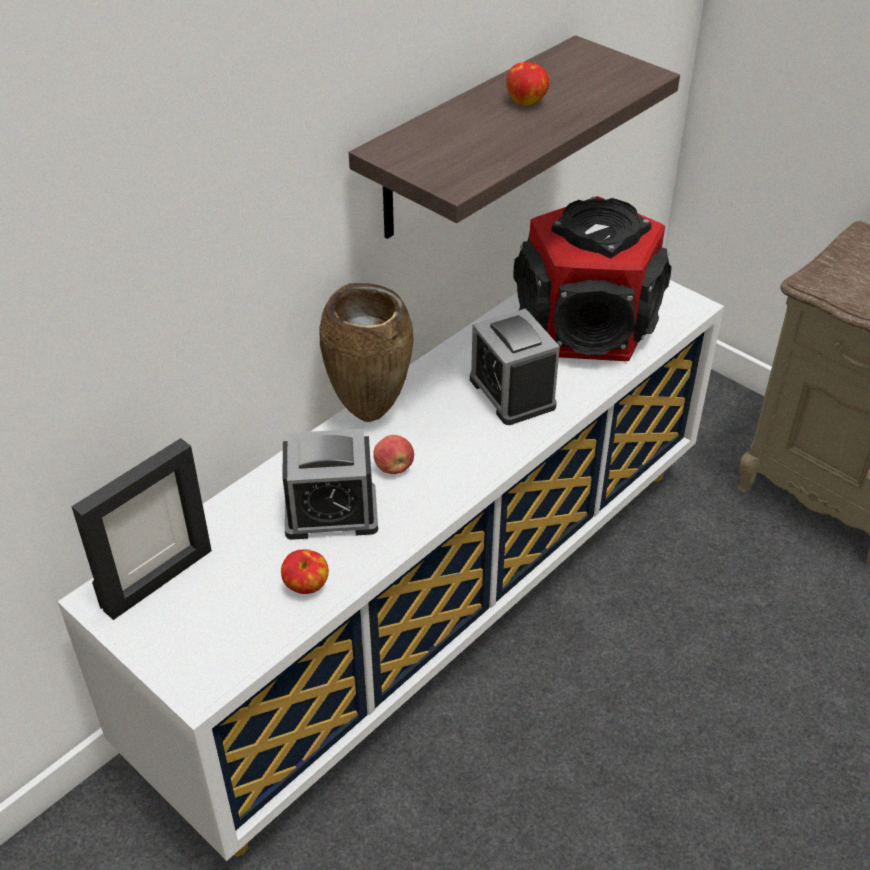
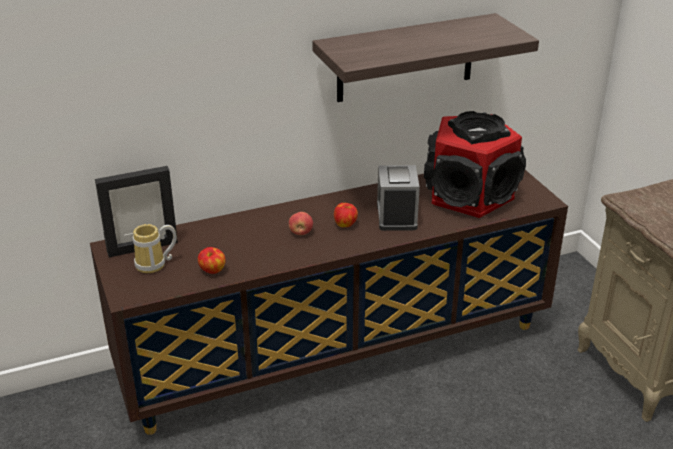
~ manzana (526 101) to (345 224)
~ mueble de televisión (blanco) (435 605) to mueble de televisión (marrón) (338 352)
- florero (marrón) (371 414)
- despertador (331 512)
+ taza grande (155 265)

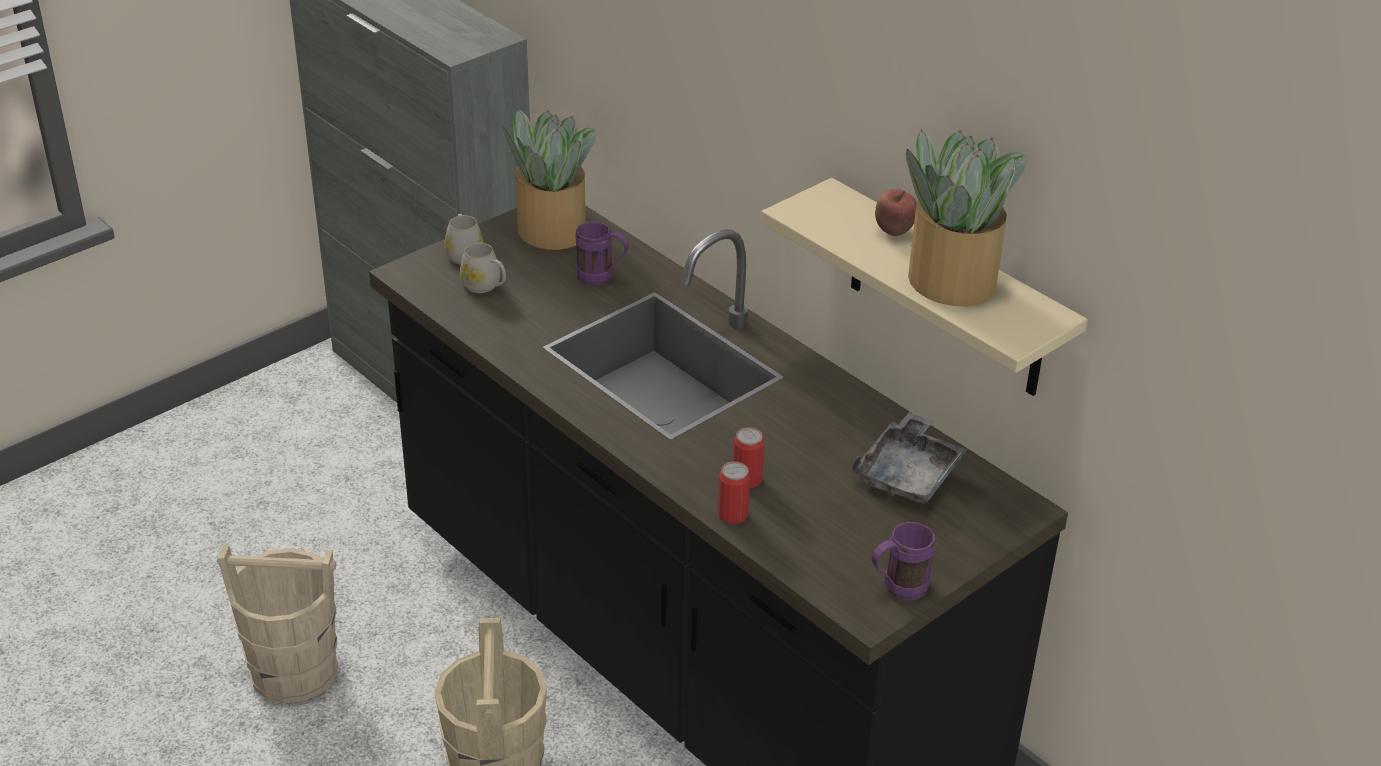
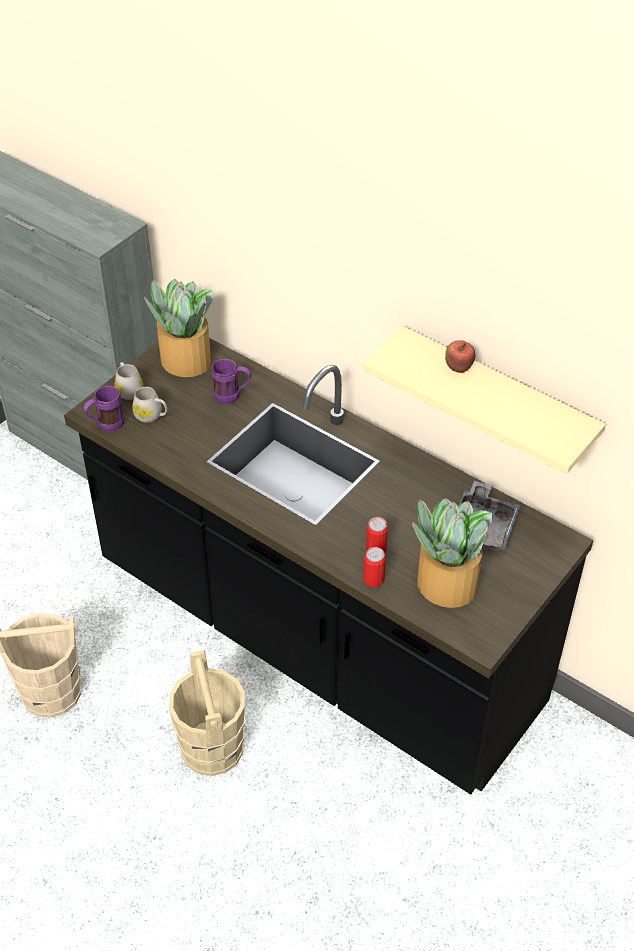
~ planta en maceta (950 280) to (445 583)
~ taza grande (morado) (897 589) to (105 426)

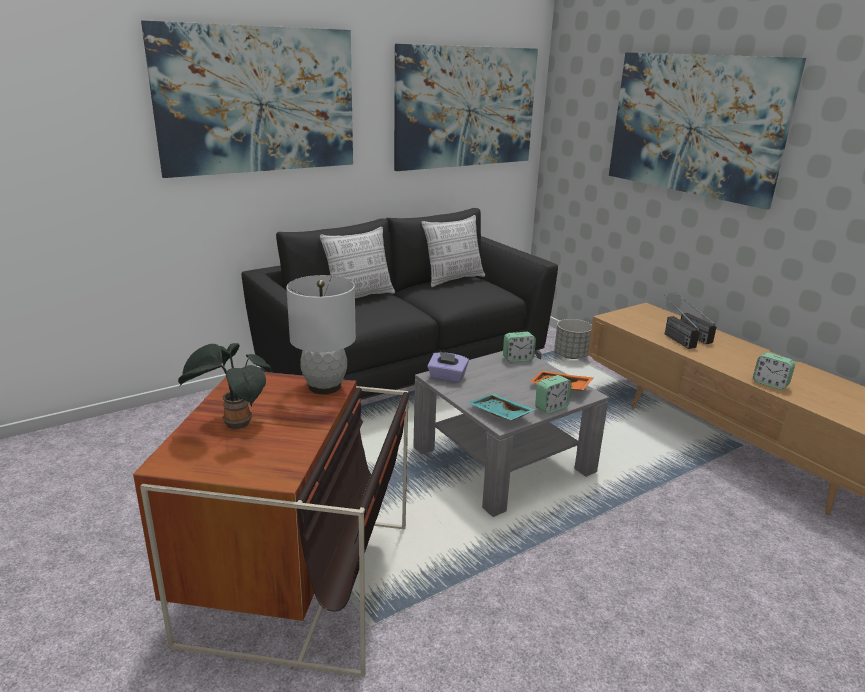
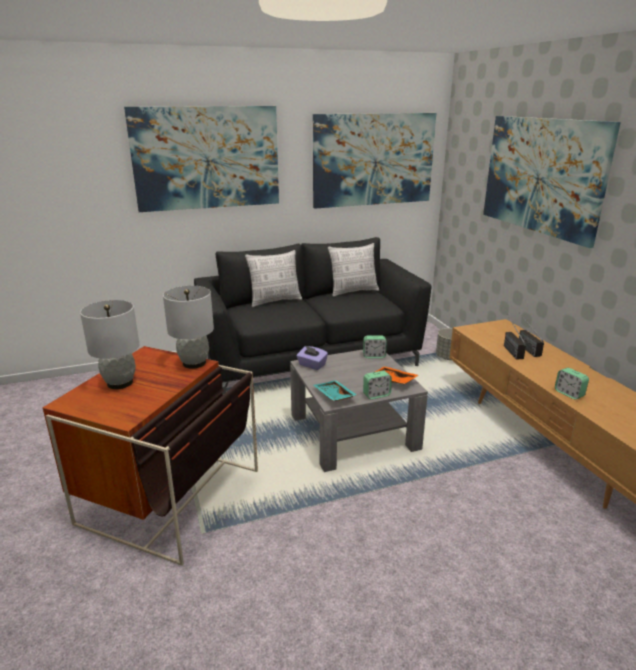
~ planta en maceta (234 424) to lámpara de mesa (blanco) (120 383)

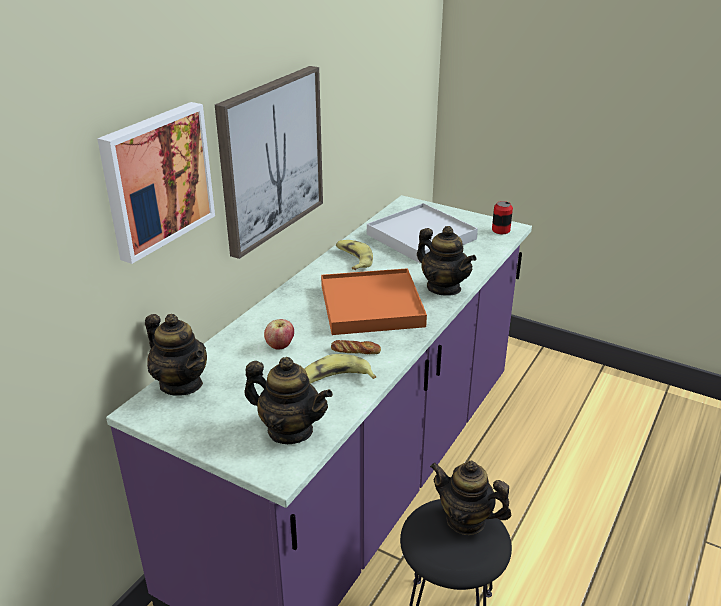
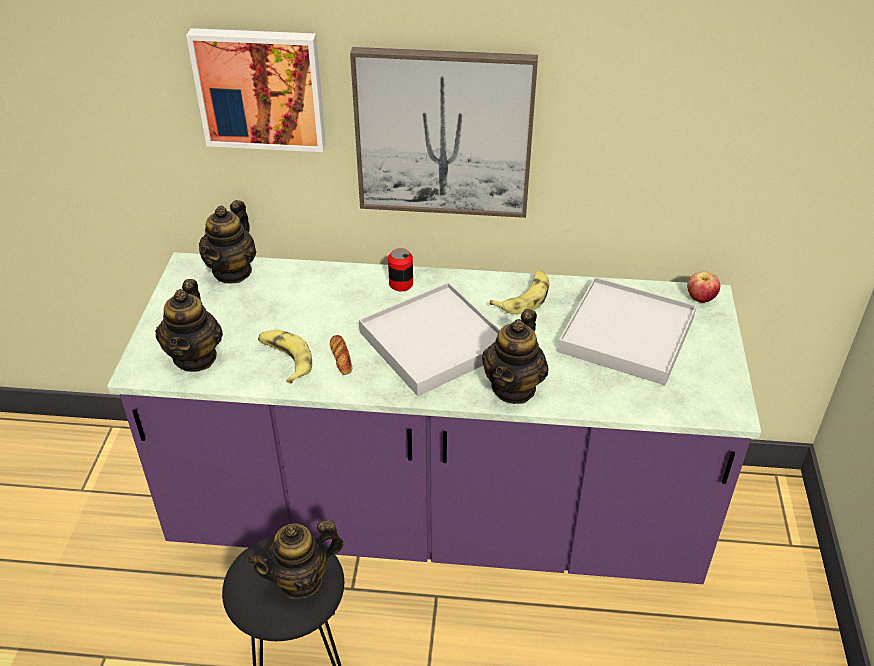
~ lata (500 230) to (401 284)
~ bandeja (naranja) (371 306) to bandeja (blanco) (433 342)
~ manzana (280 346) to (700 299)
~ tetera (466 520) = (300 580) 120 degrees counterclockwise

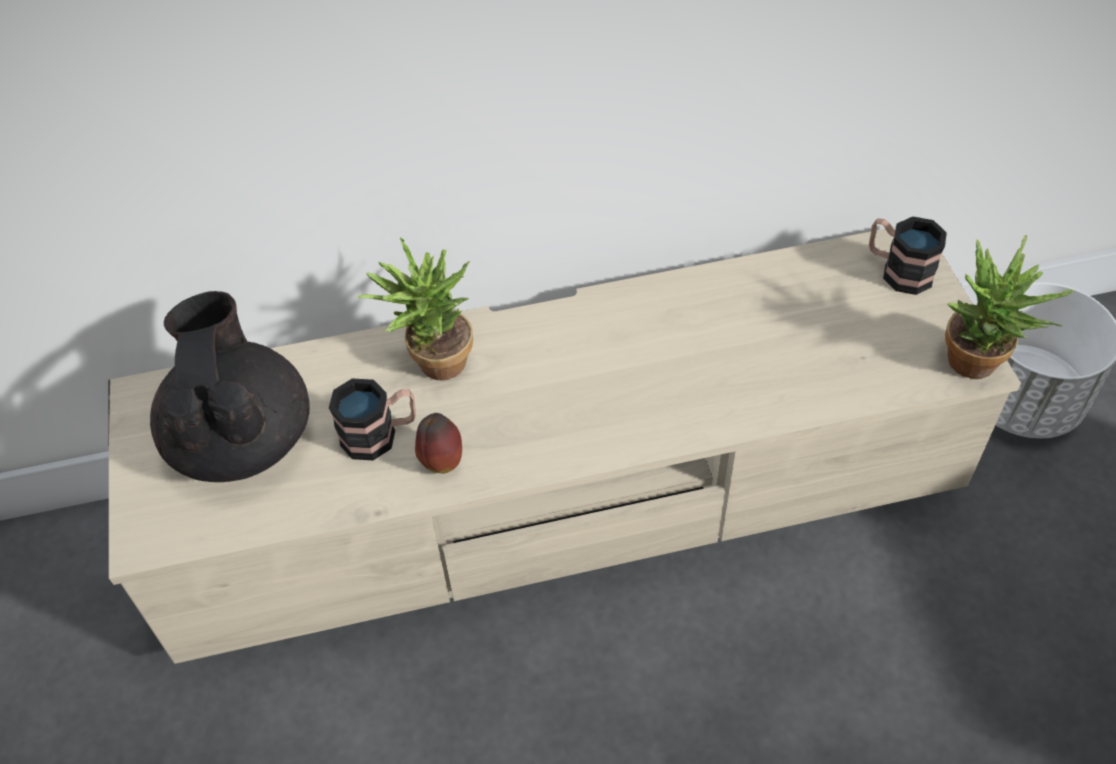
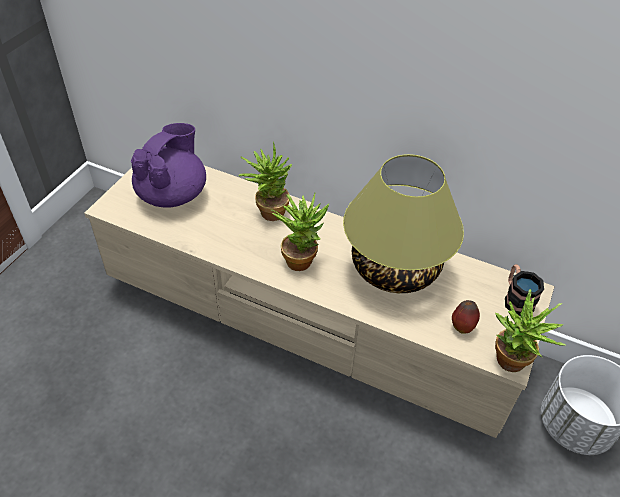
~ tetera (negro) (242 438) to tetera (morado) (173 194)
- taza grande (380 434)
~ manzana (441 460) to (462 326)
+ lámpara de mesa (395 267)
+ planta en maceta (301 258)

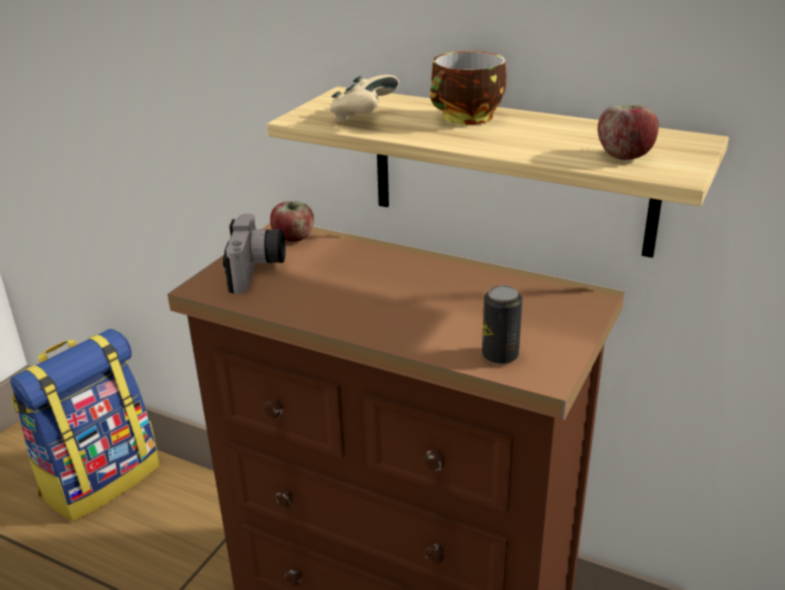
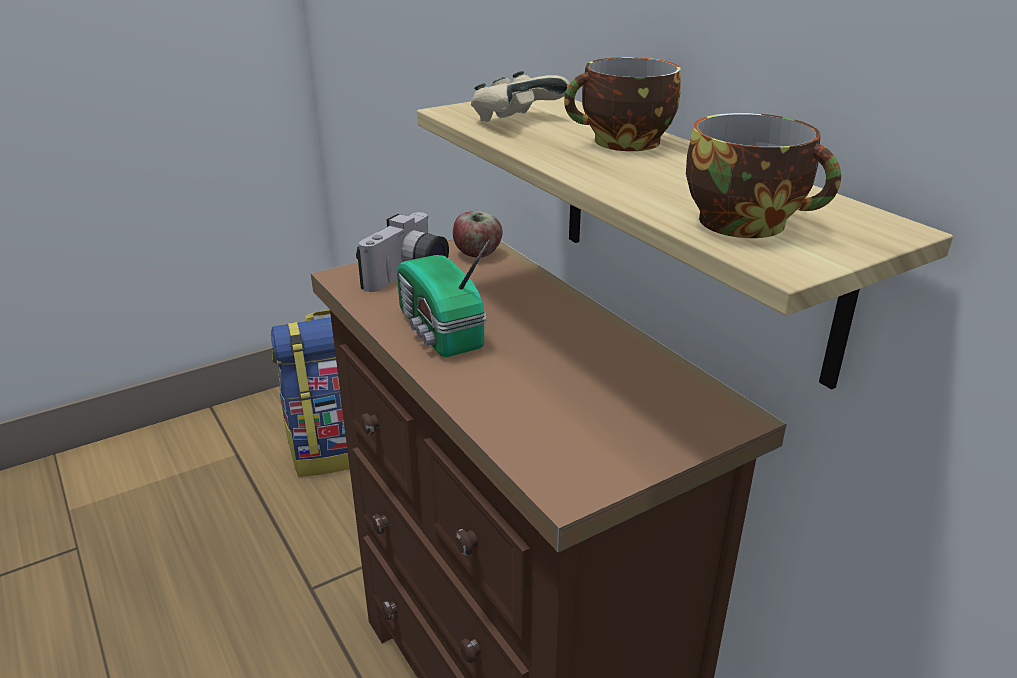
~ manzana (625 155) to taza (749 223)
- lata (500 355)
+ radio (439 331)

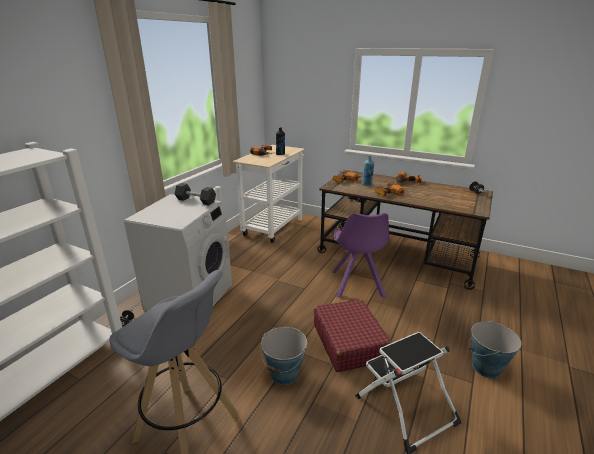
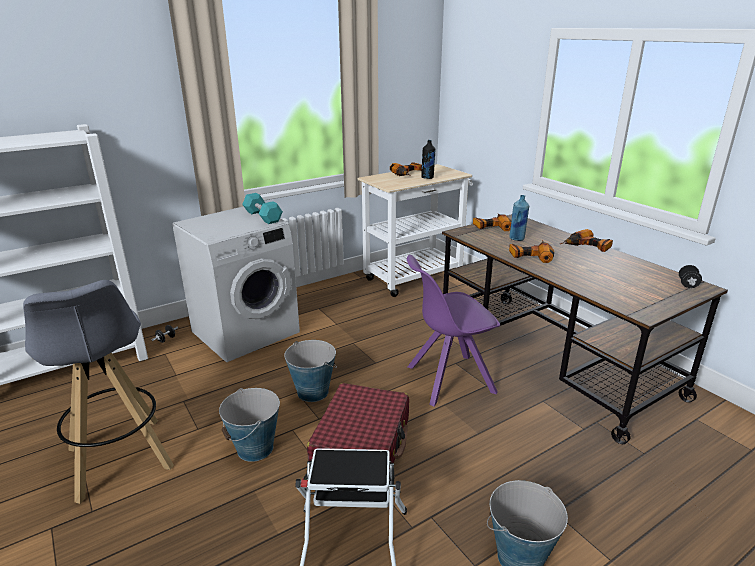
~ mancuerna (negro) (196 201) to mancuerna (turquesa) (263 217)
~ silla (morado) (357 284) = (448 379) 45 degrees clockwise
+ cubo (312 392)

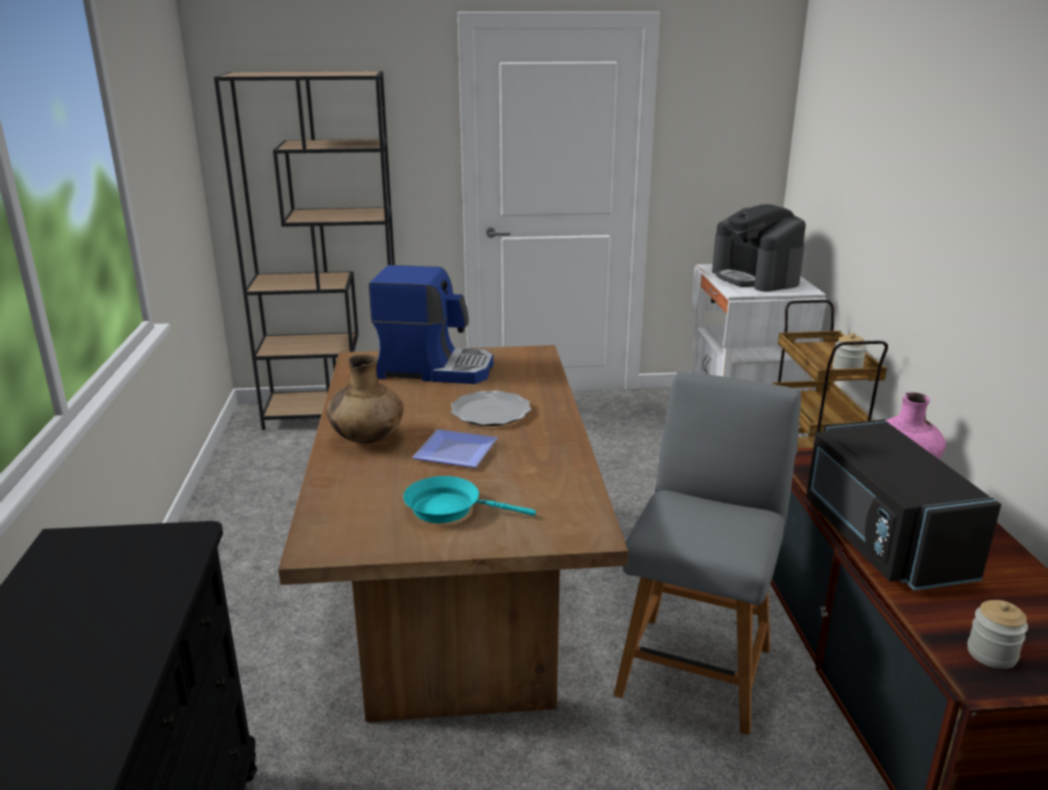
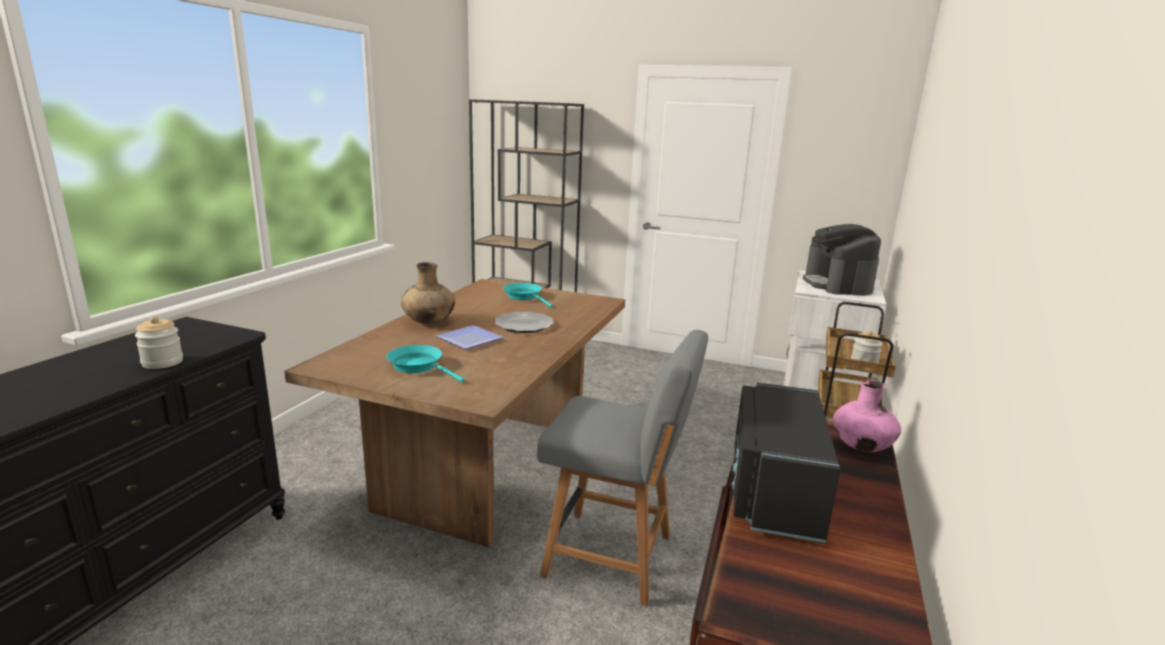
~ cafetera (435 369) to sartén (turquesa) (525 297)
~ silla (gris) (696 667) = (613 557) 60 degrees clockwise
~ tarro (991 654) to (162 362)

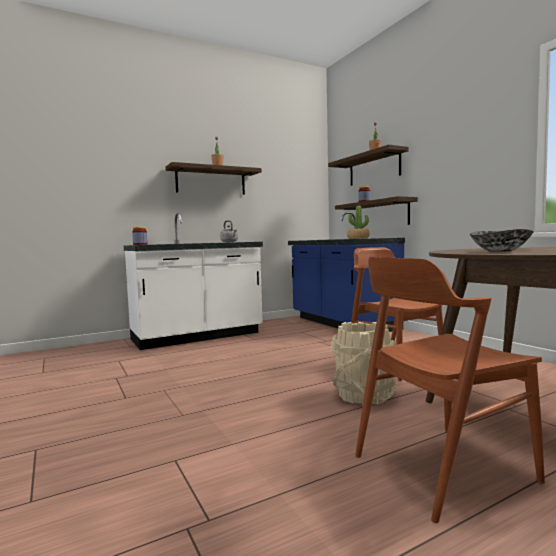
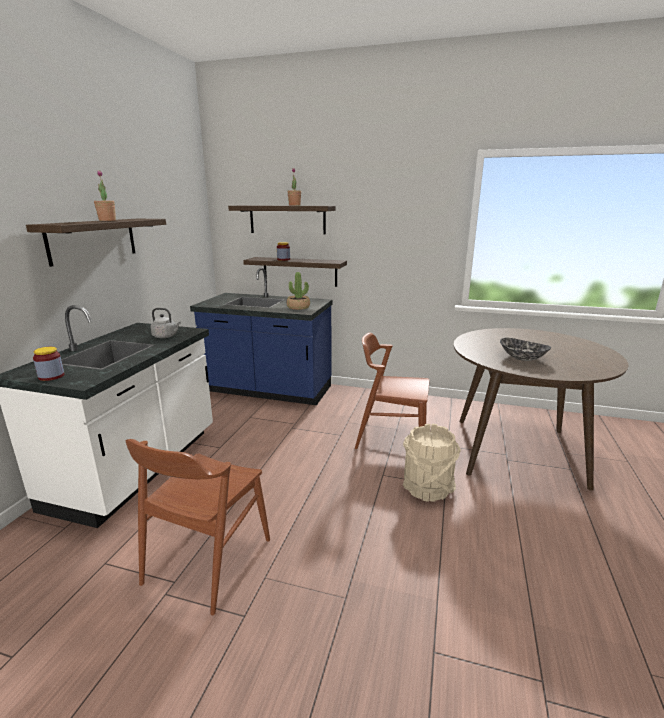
~ silla (marrón) (442 468) to (207 560)

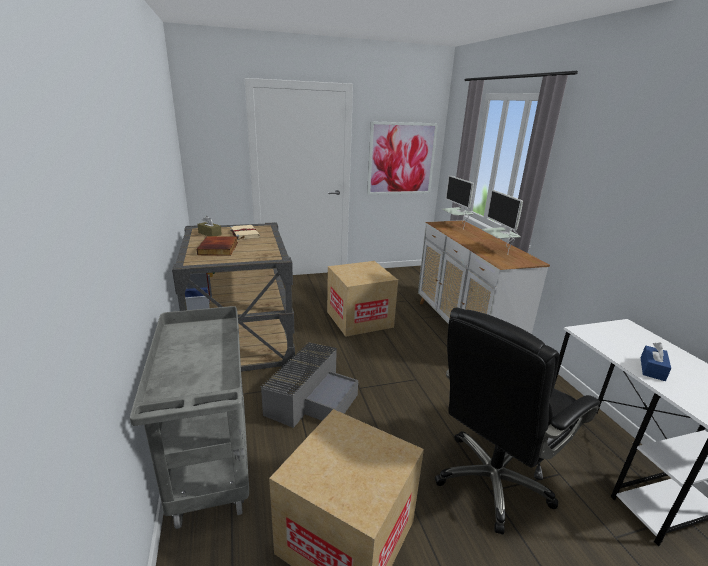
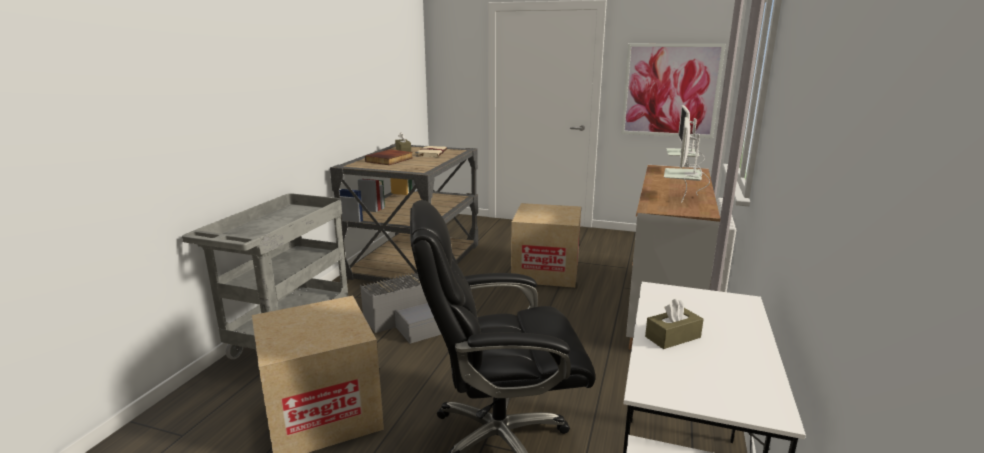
~ caja de pañuelos (azul) (652 369) to caja de pañuelos (marrón) (672 337)

